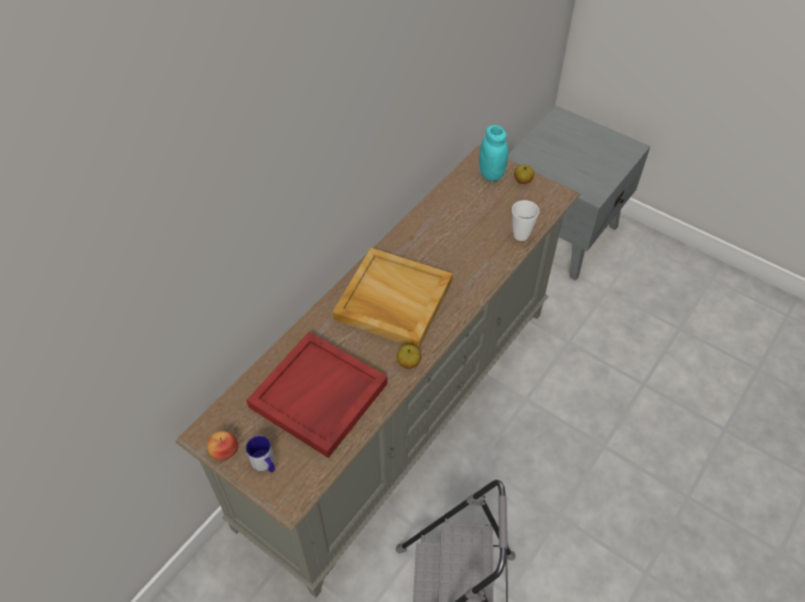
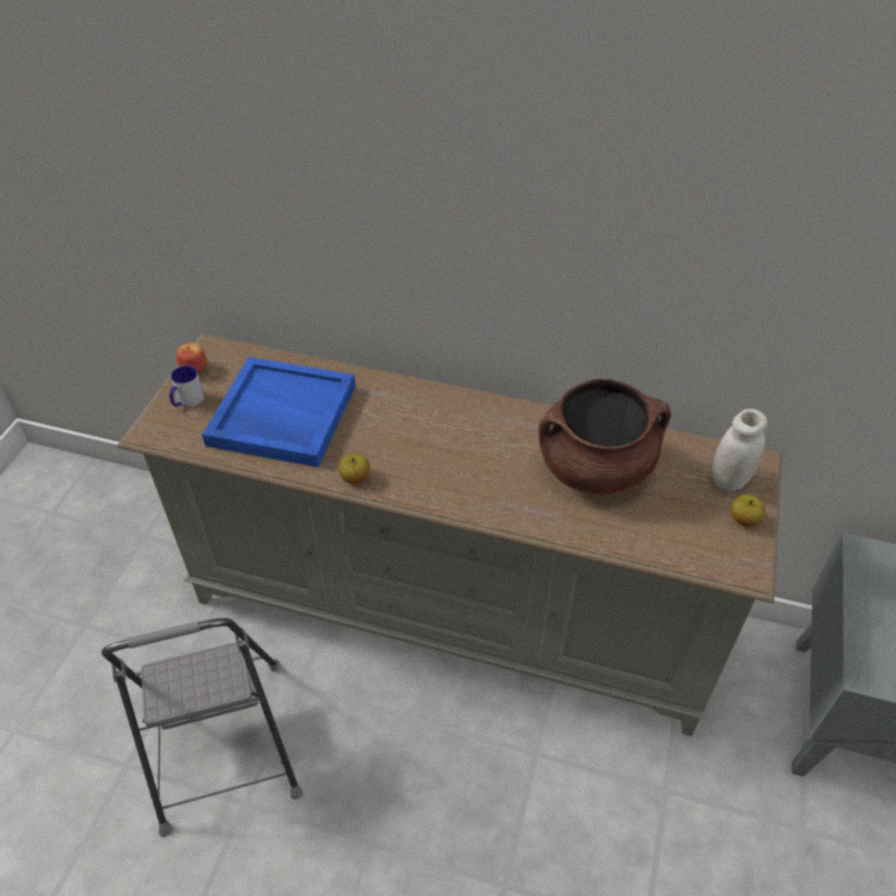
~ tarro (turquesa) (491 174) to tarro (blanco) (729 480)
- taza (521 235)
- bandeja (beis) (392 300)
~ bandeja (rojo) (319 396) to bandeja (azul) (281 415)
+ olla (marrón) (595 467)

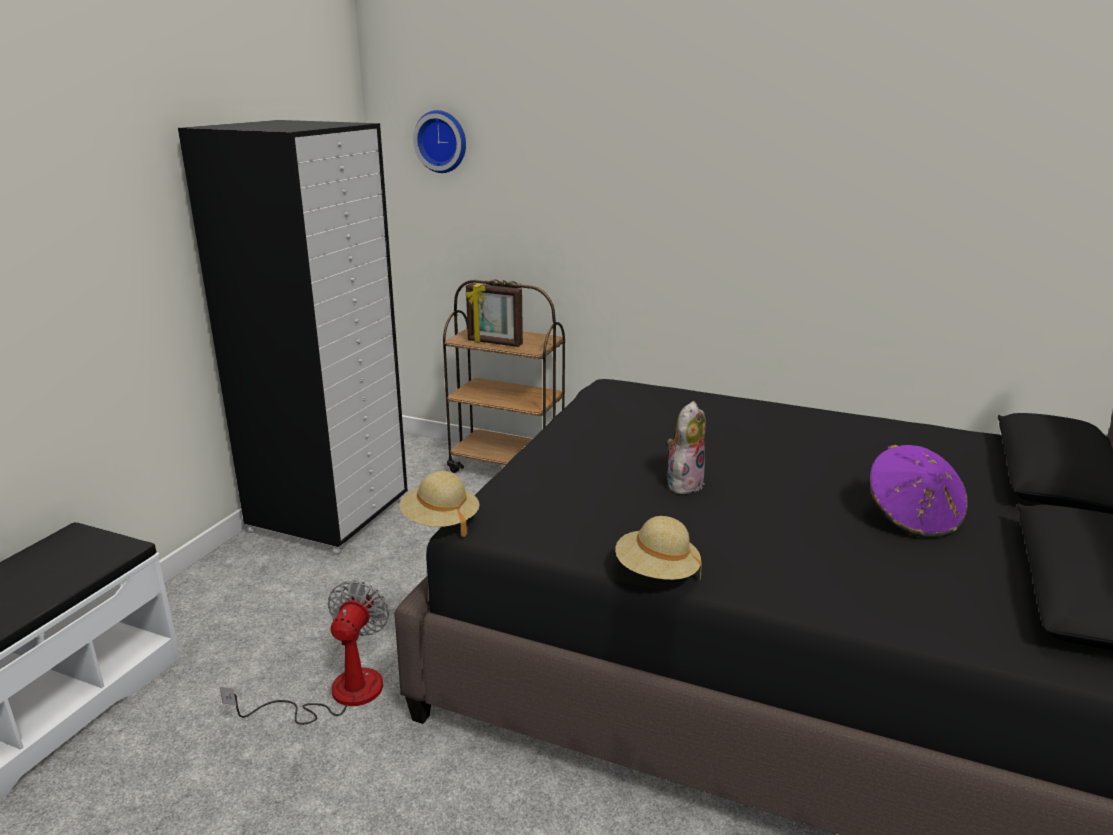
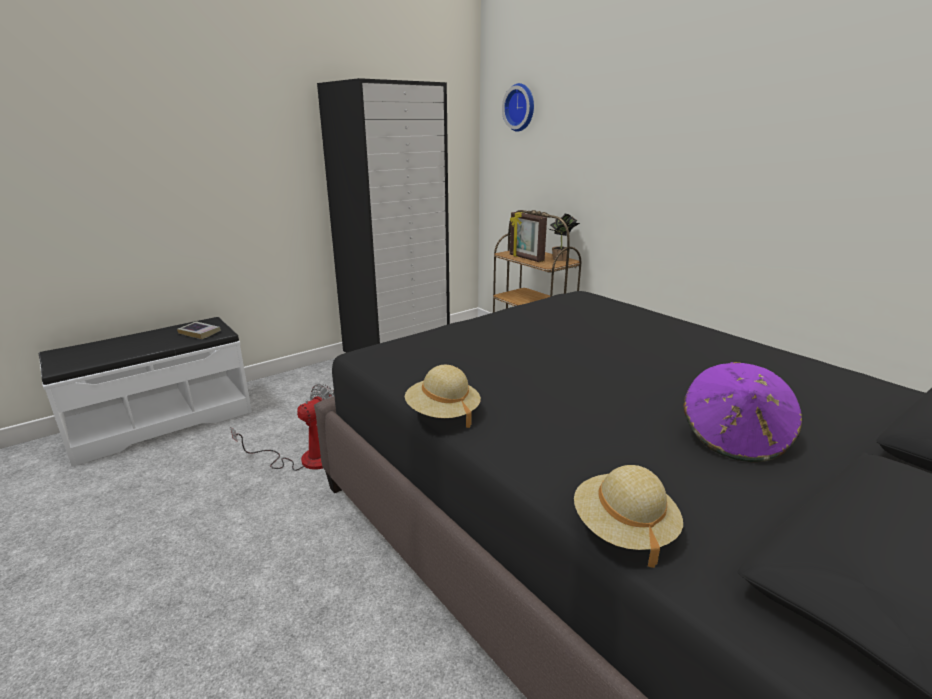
- peluche (683 483)
~ sombrero (beis) (440 522) to (623 529)
+ planta en maceta (561 259)
+ libro (199 333)

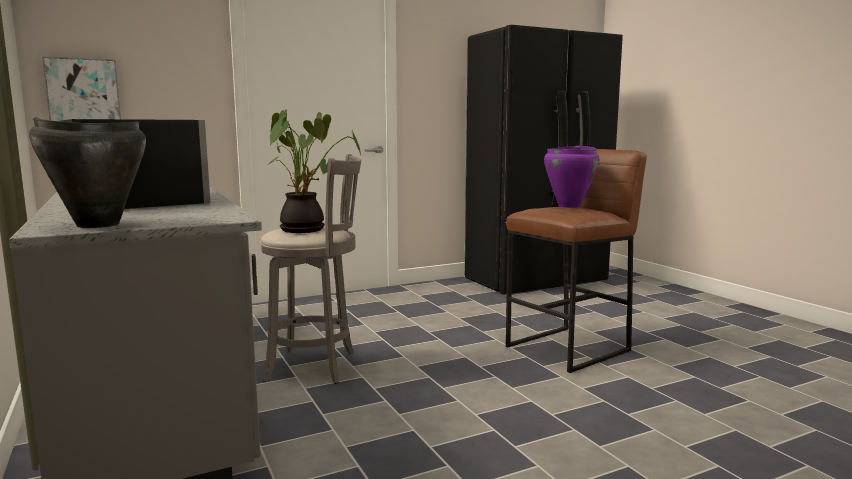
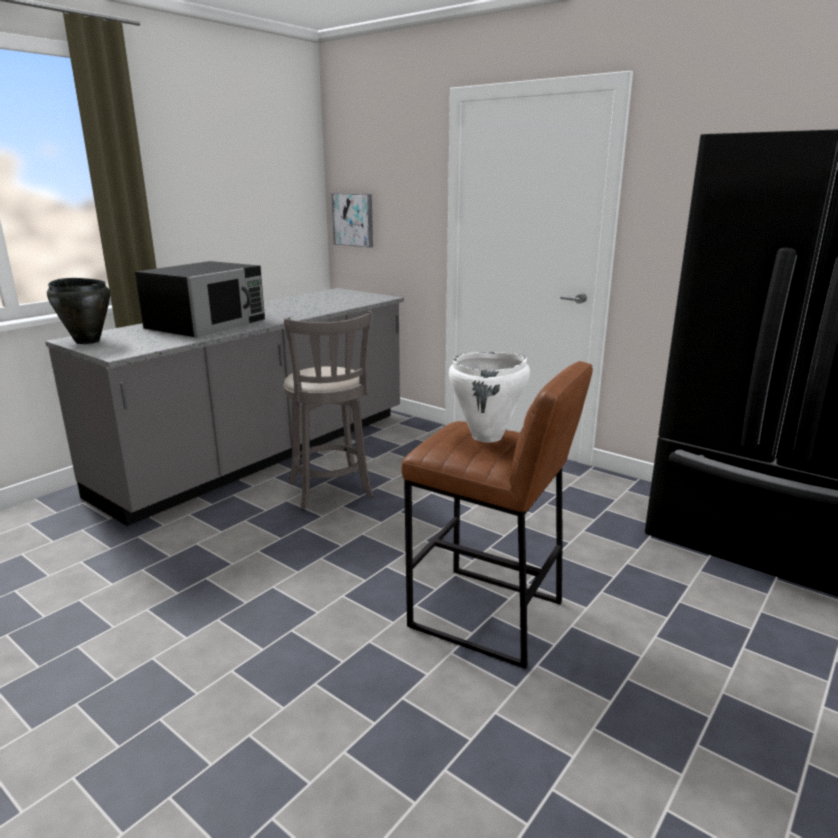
- planta en maceta (306 229)
~ olla (morado) (569 206) to olla (blanco) (487 437)

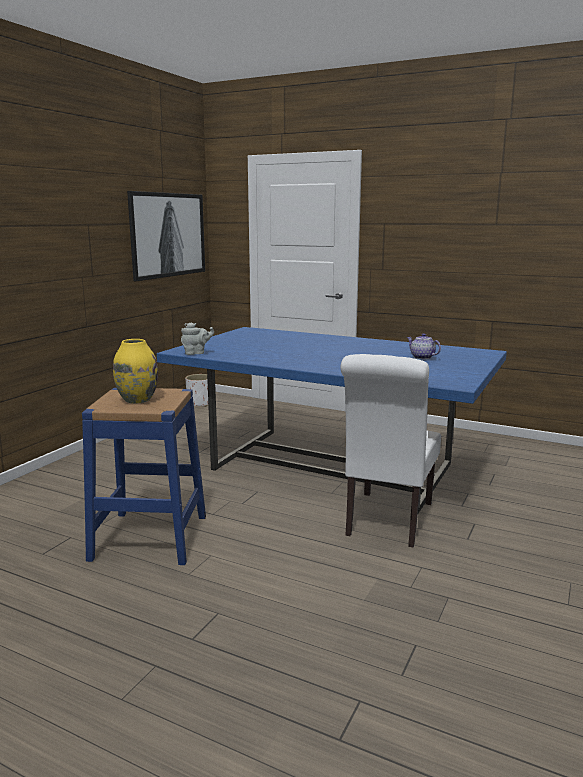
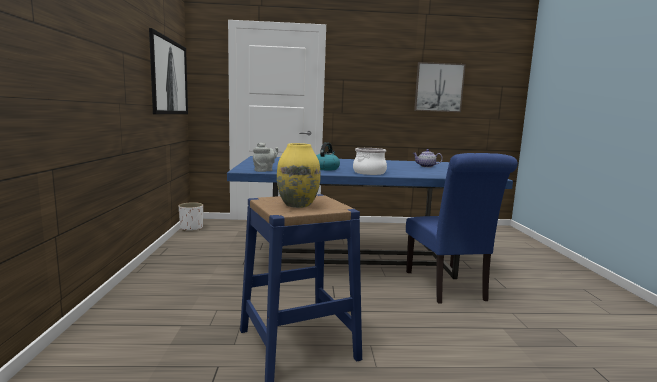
~ silla (blanco) (387 521) to silla (azul) (447 287)
+ cuadro (439 87)
+ hervidor (326 168)
+ olla (369 172)

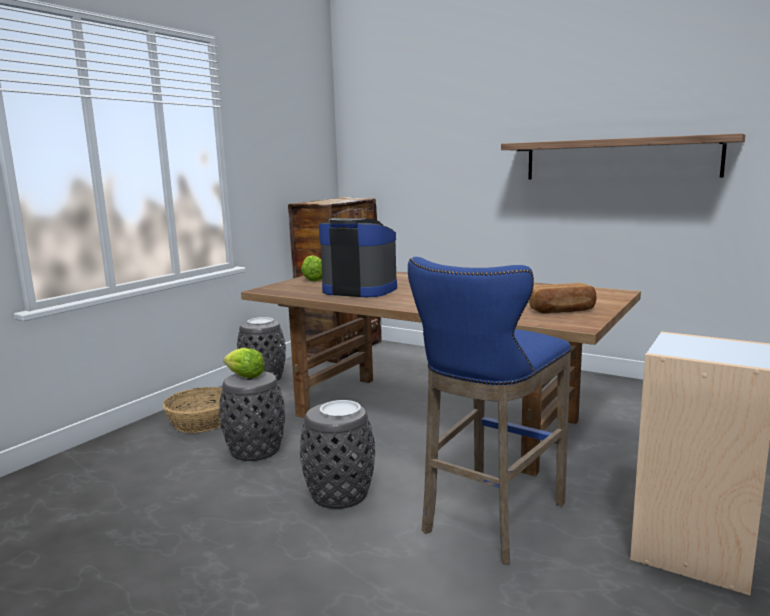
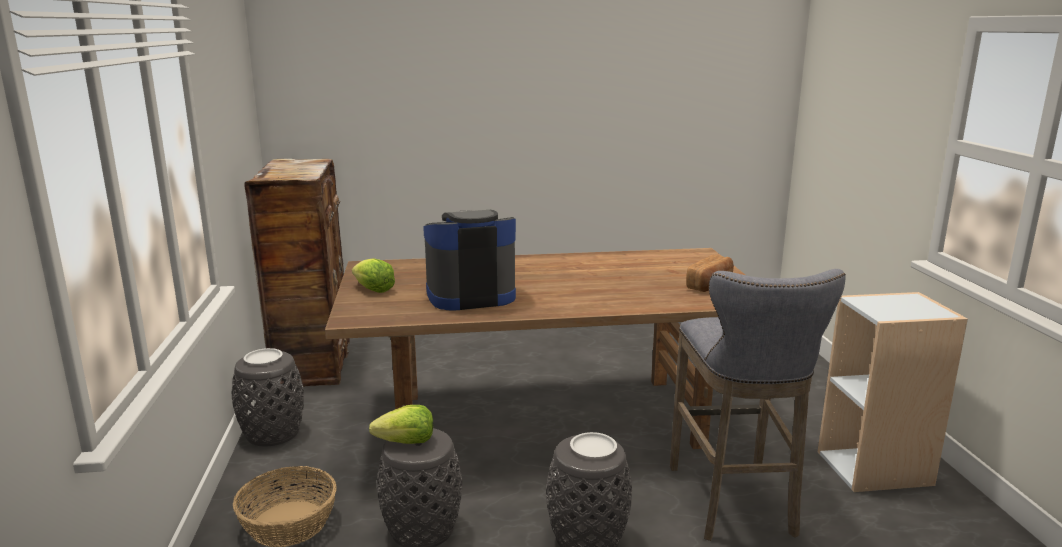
- estante (619 159)
~ taburete (azul) (489 520) to taburete (gris) (734 504)

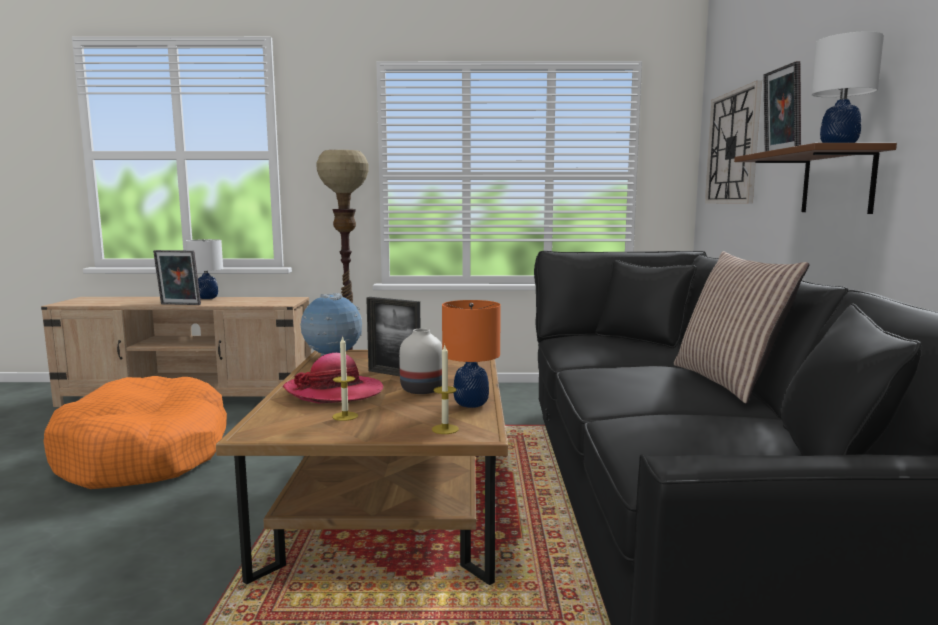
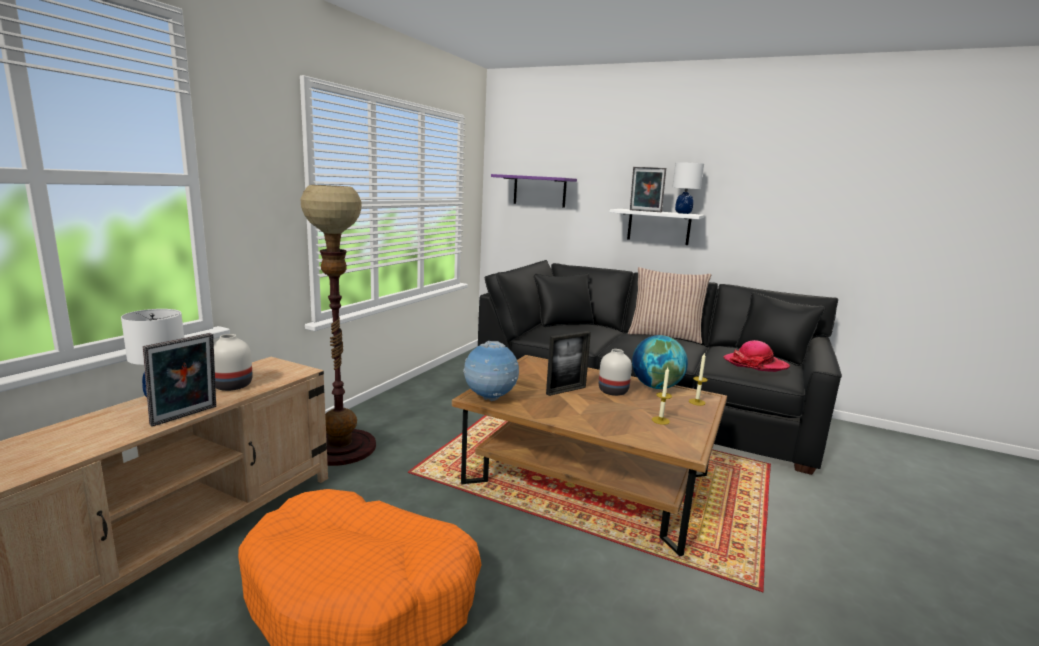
~ reloj de pared (733 148) to estante (morado) (539 191)
~ estante (marrón) (837 182) to estante (blanco) (658 227)
~ lámpara de mesa (naranja) (472 404) to globo terráqueo (656 387)
~ sombrero (334 392) to (755 364)
+ florero (blanco) (231 385)

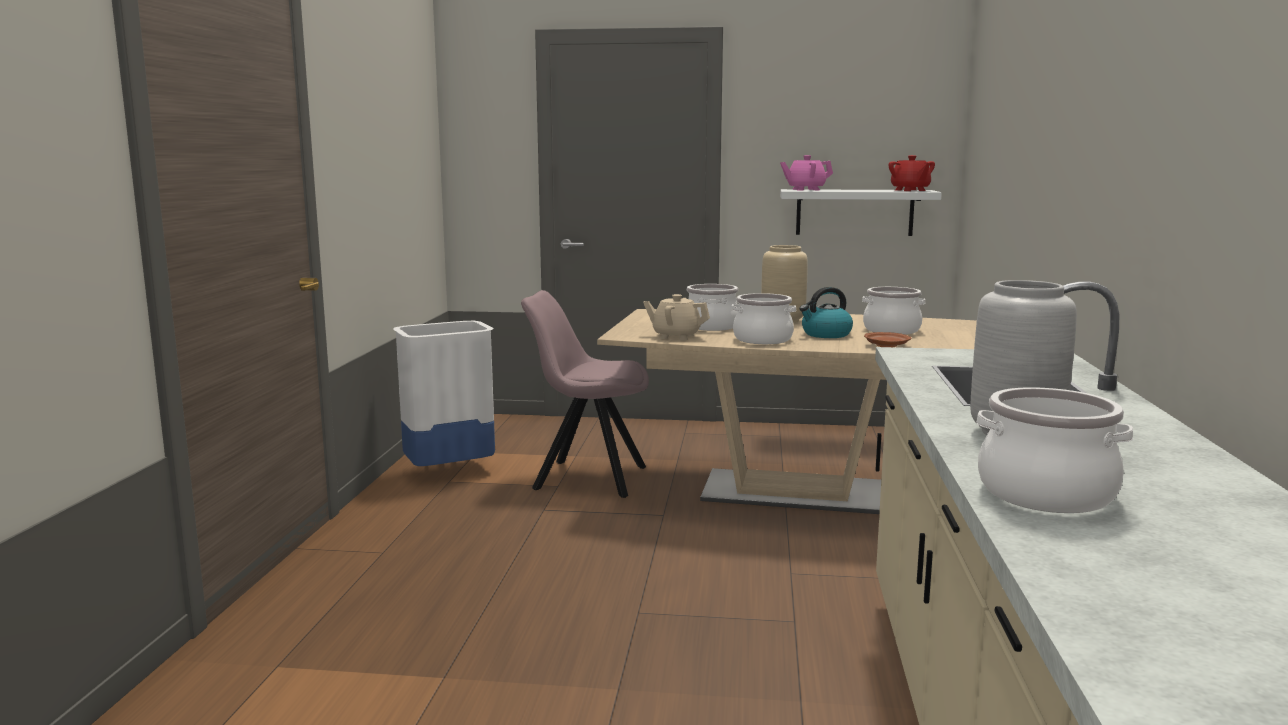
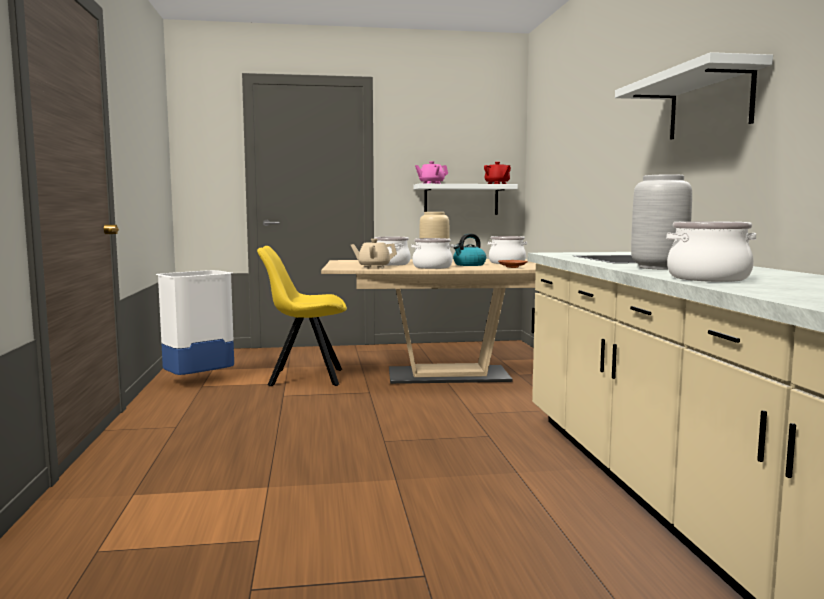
~ silla (rosa) (589 478) to silla (amarillo) (305 377)
+ estante (blanco) (710 103)

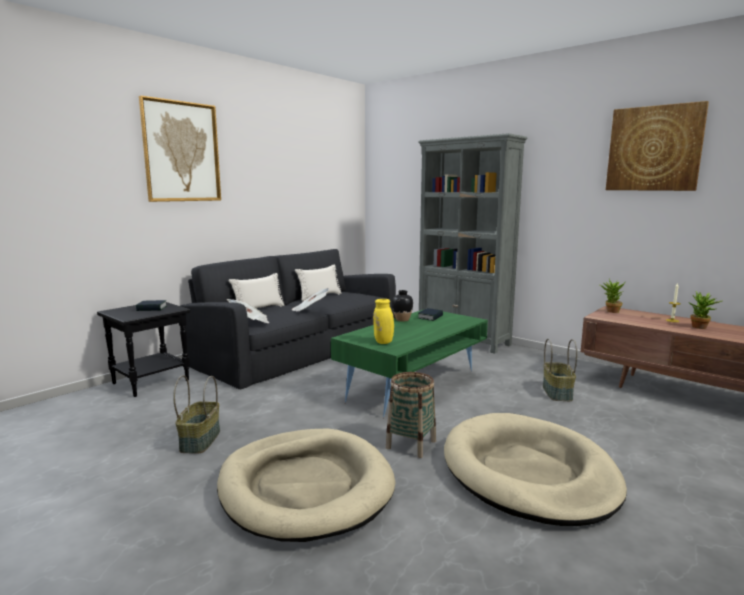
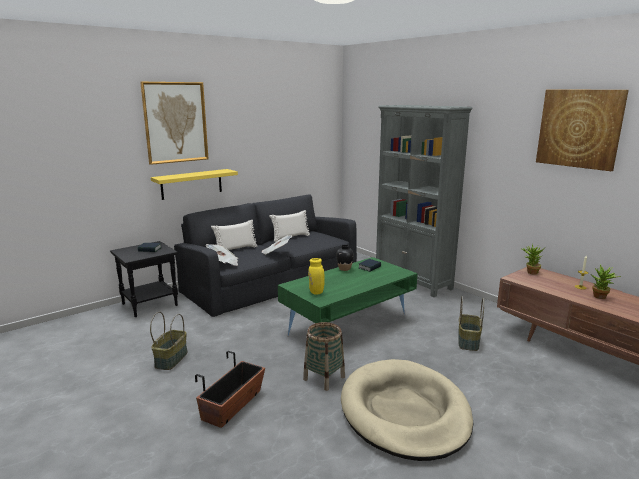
~ cama para perro (beis) (305 487) to maceta (232 405)
+ estante (amarillo) (191 184)

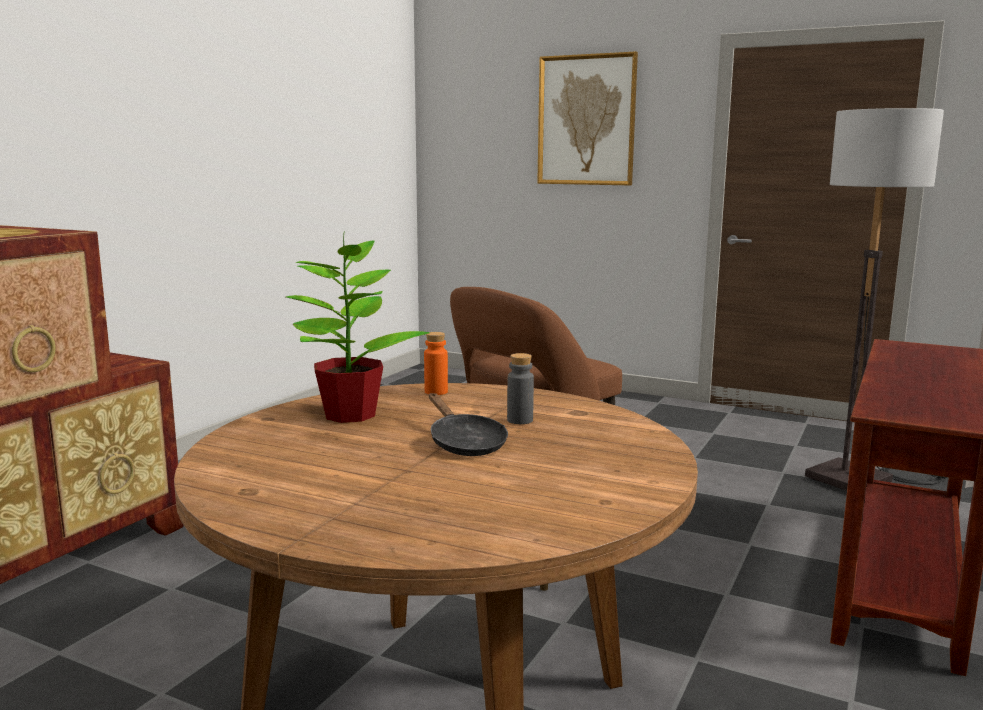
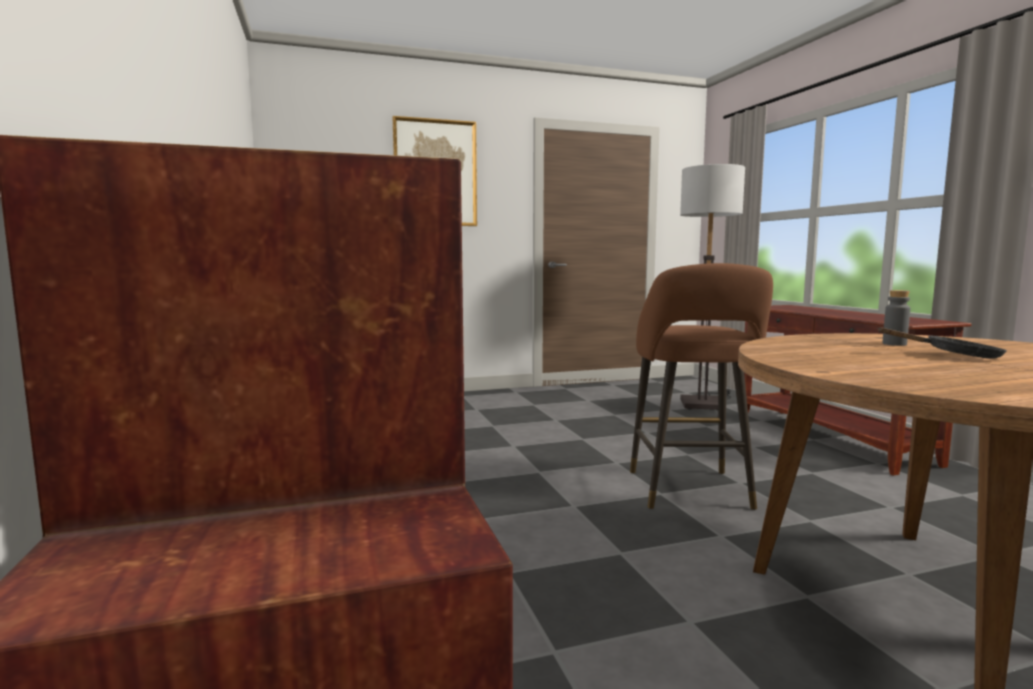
- planta en maceta (351 414)
- botella (naranja) (436 392)

